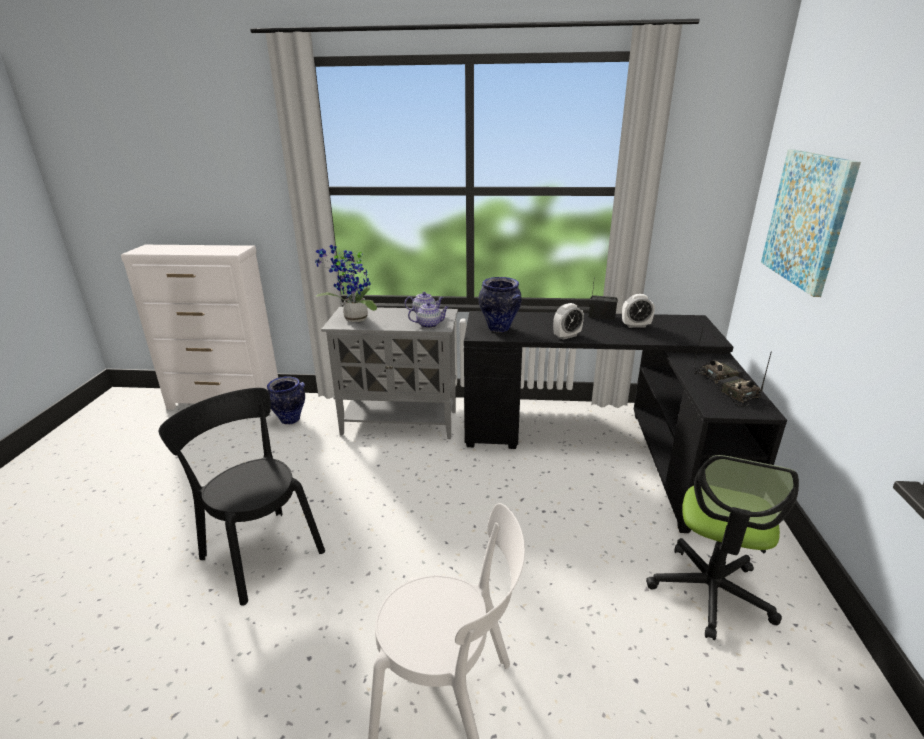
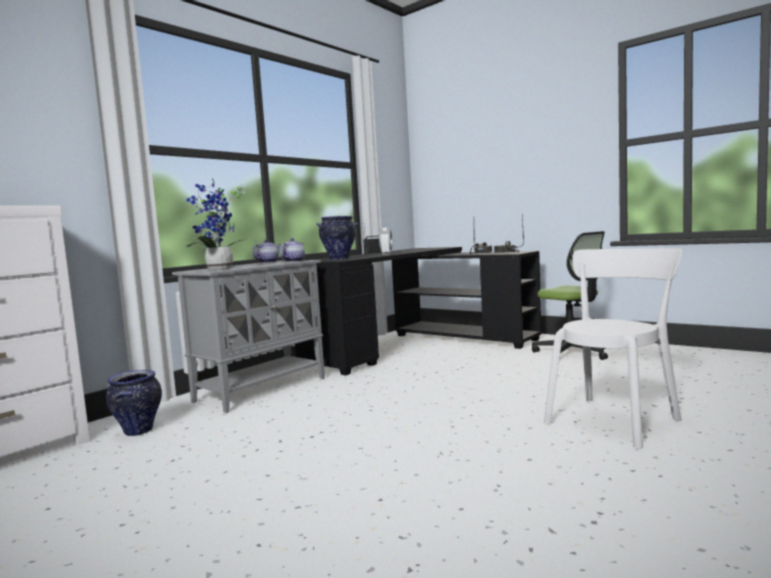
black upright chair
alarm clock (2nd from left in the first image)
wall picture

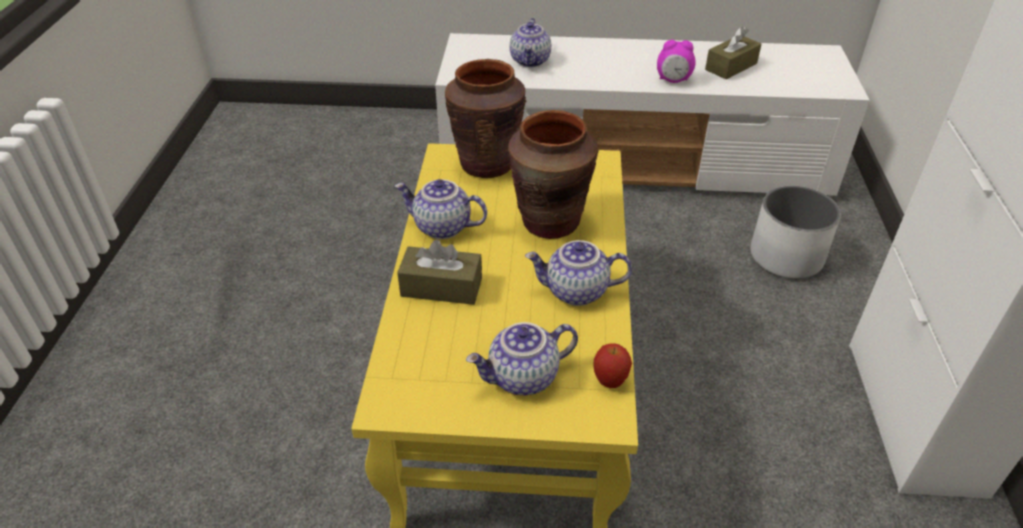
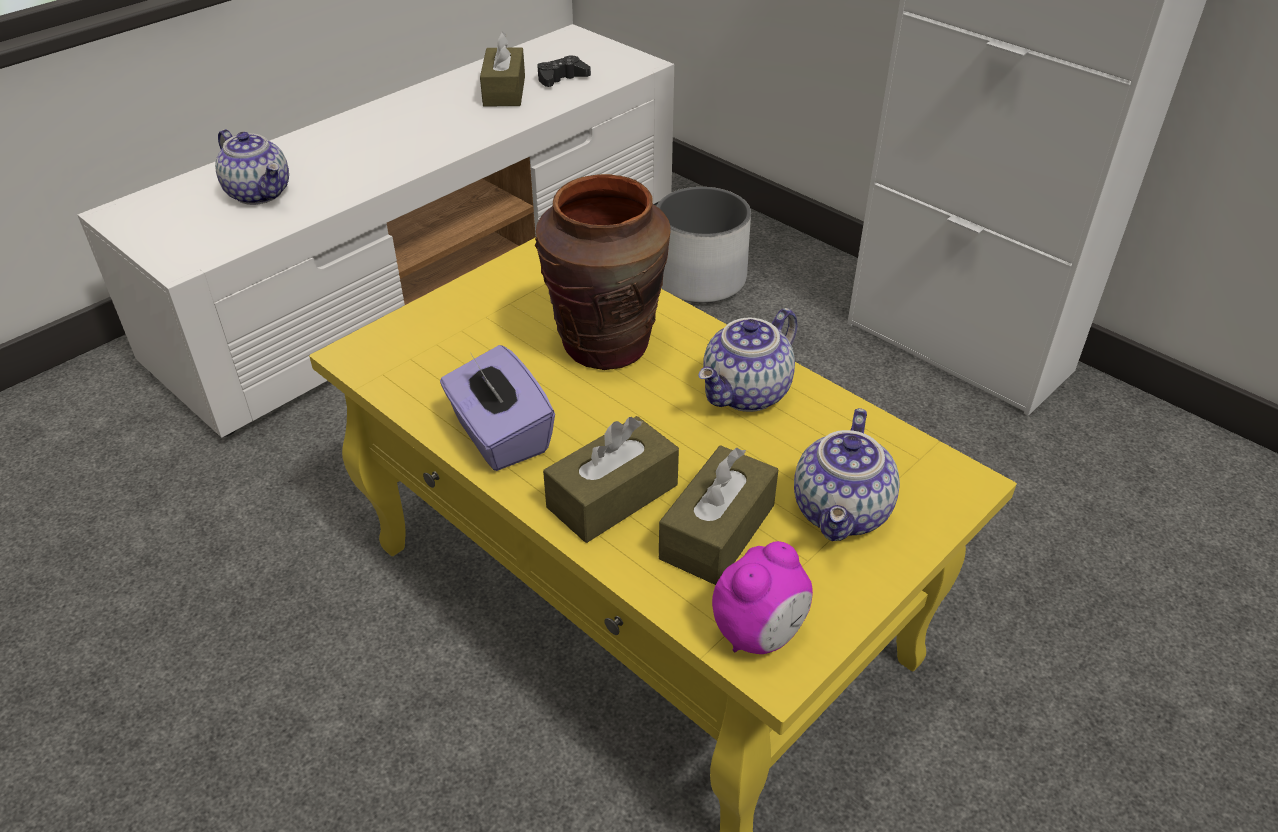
purple tissue holder
brownish decorative vase (1st from left in the first image)
apple
alarm clock
black gamepad
brownish tissue holder (3rd from left)

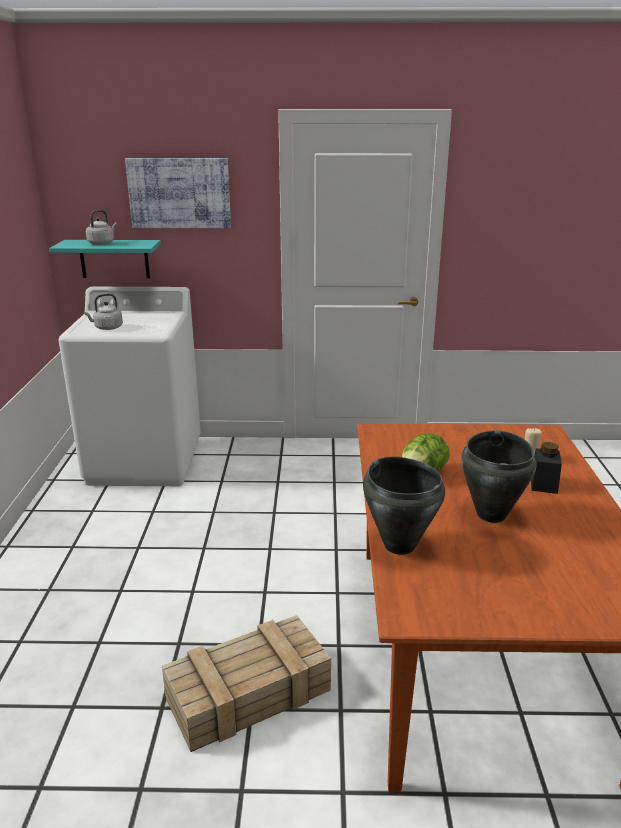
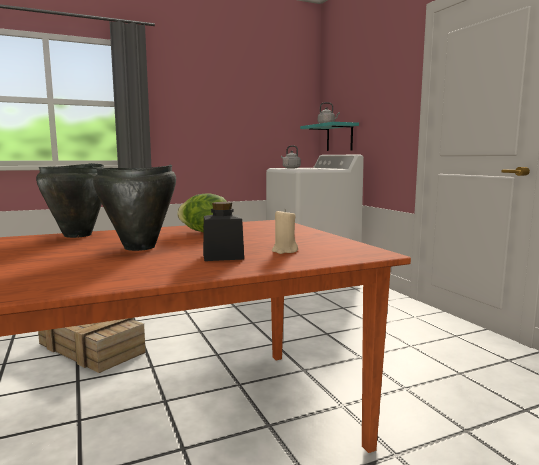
wall picture

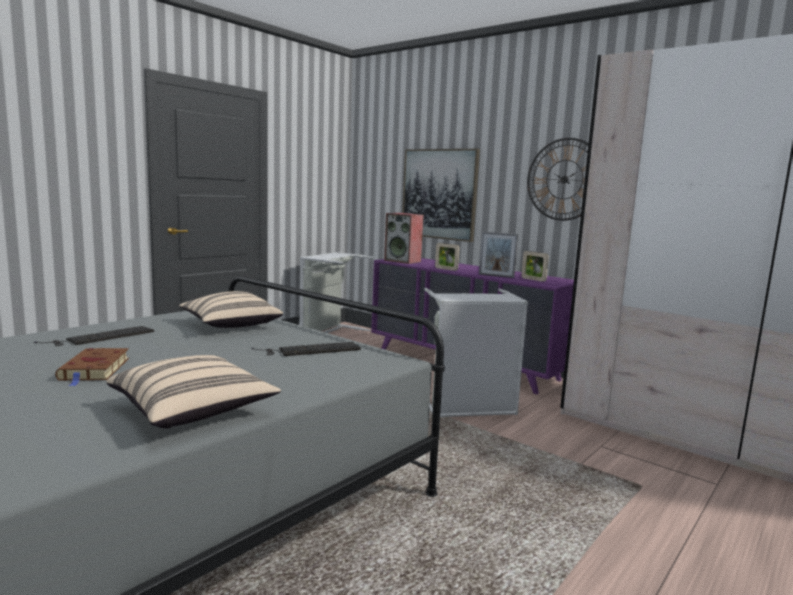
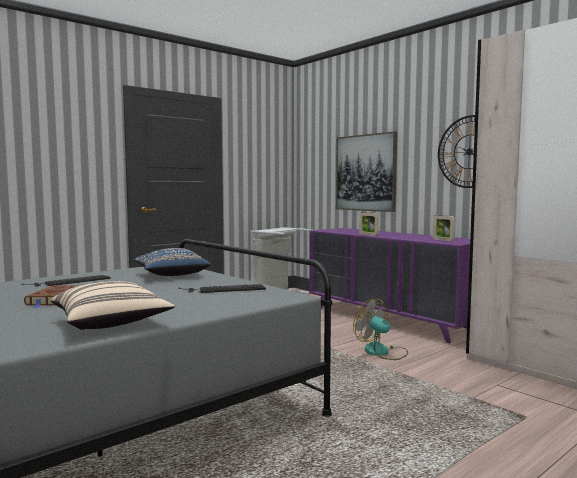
bluish cushion
loudspeaker
fan
photo frame (2nd from left in the first image)

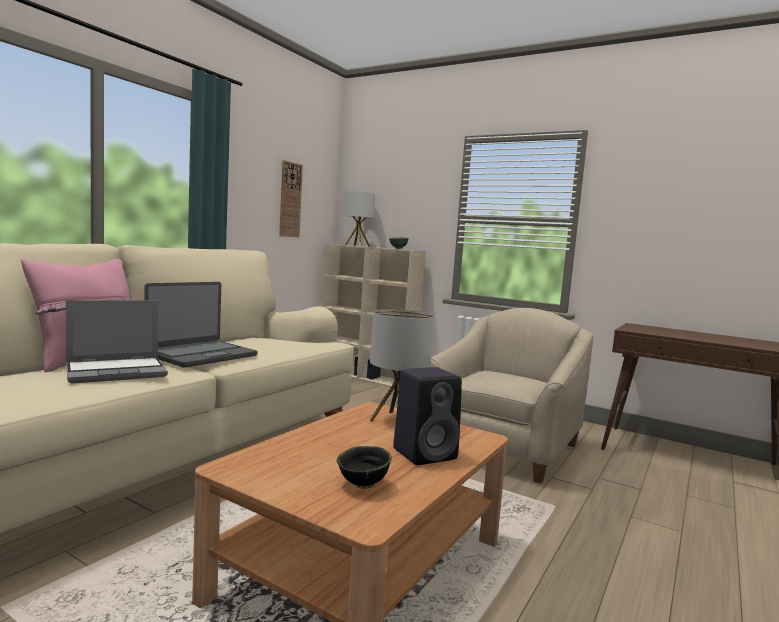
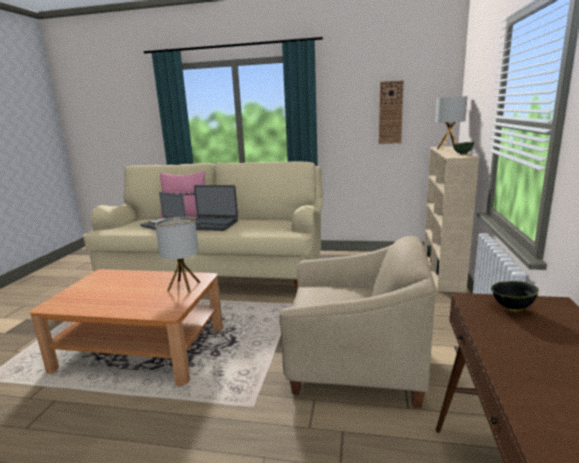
black bowl
black loudspeaker

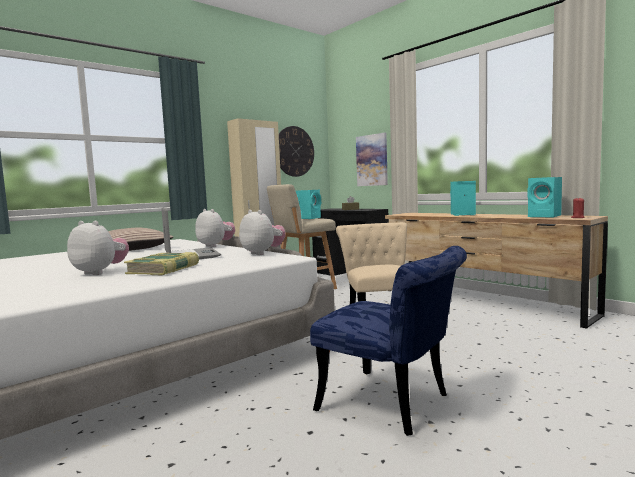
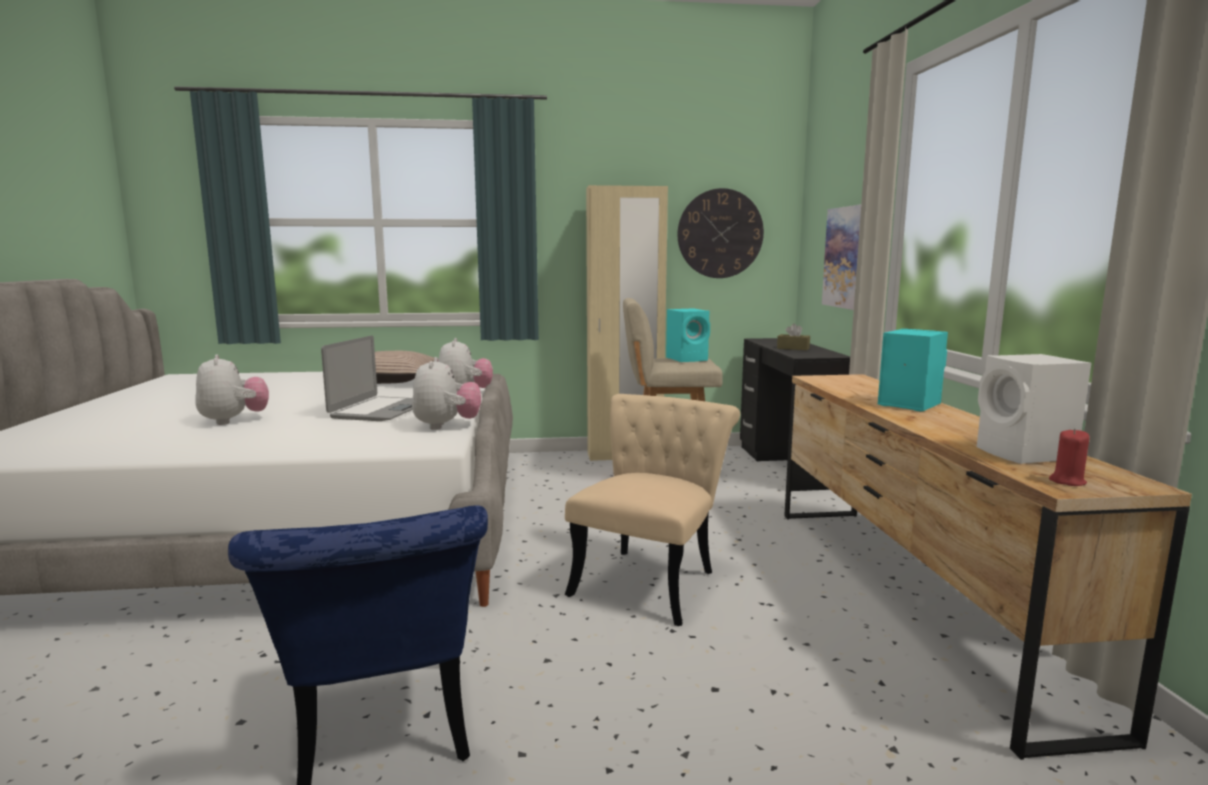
bound book
white loudspeaker

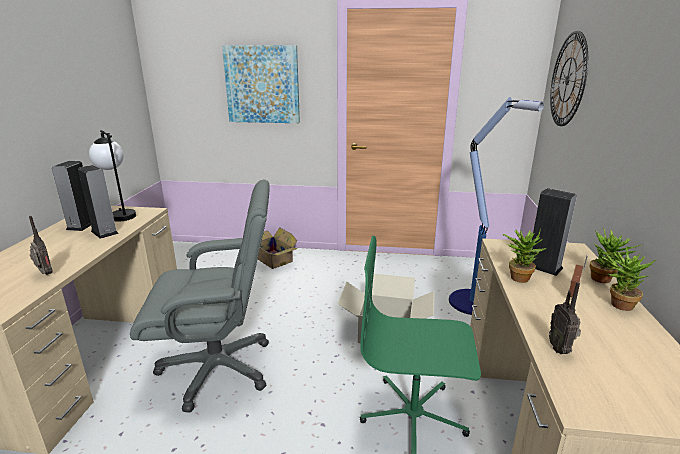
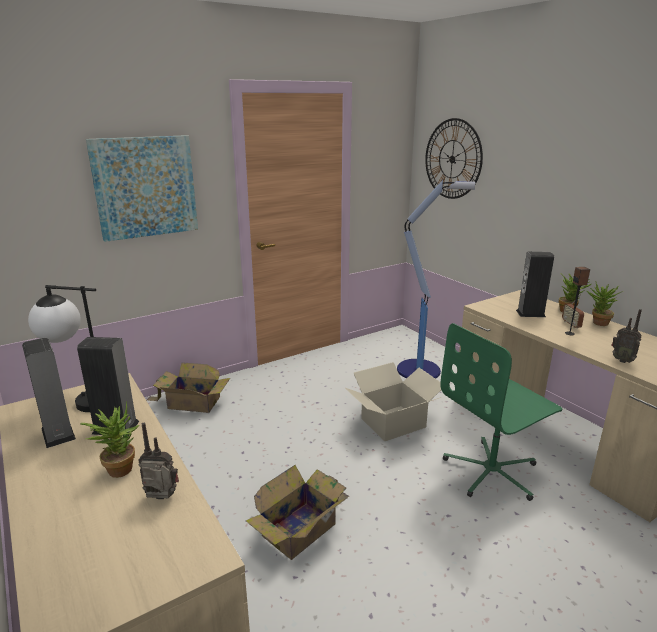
packing box (2nd from left)
houseplant (1st from left)
loudspeaker (4th from left)

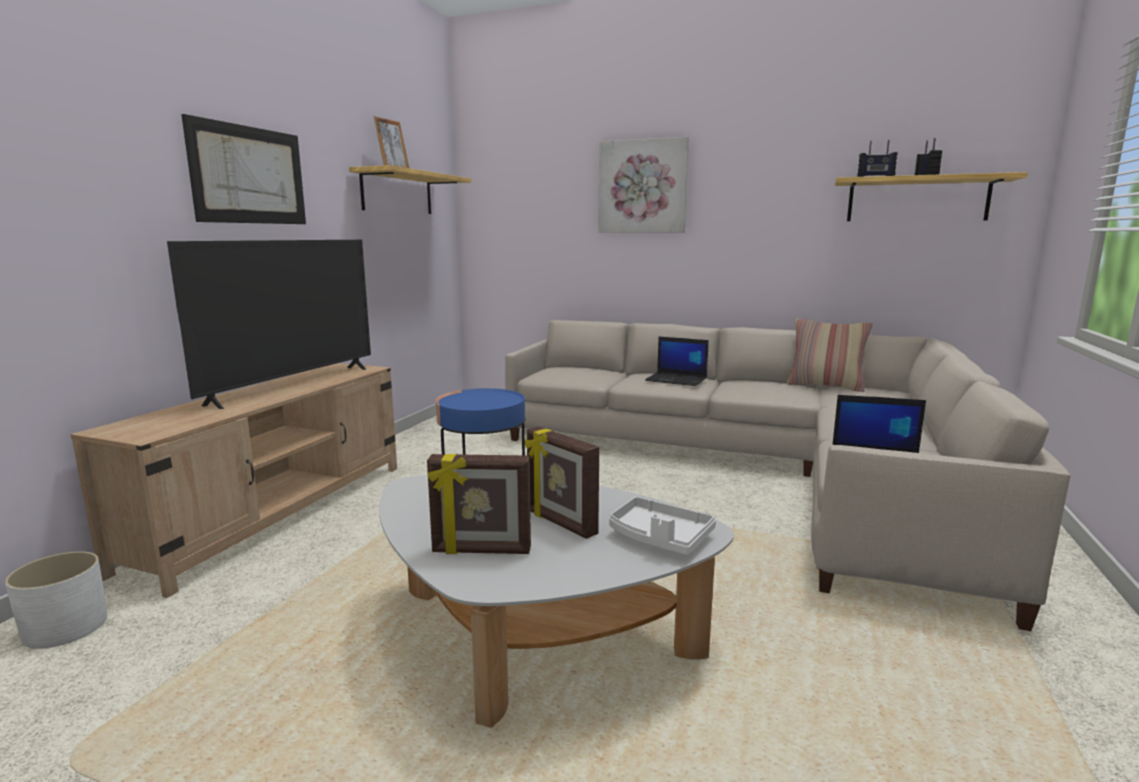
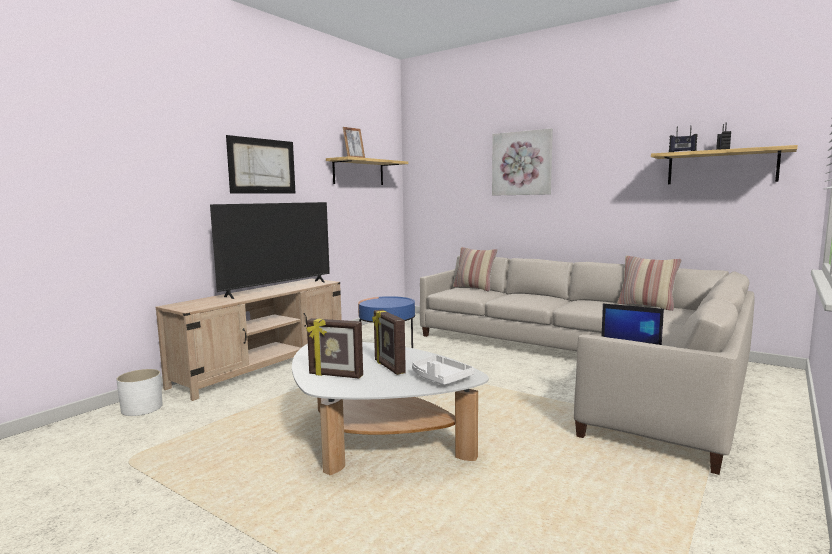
notebook computer (1st from left in the first image)
cushion (1st from left)

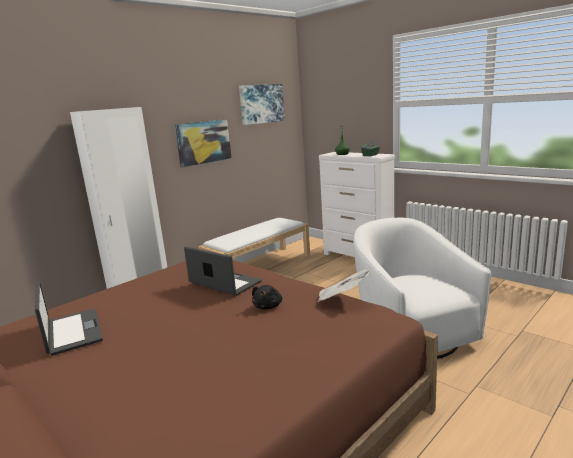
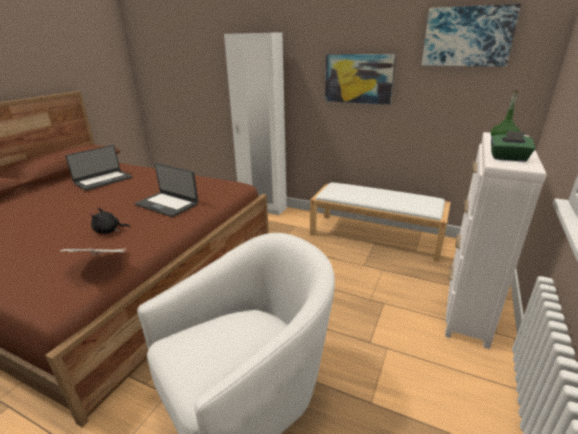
notebook computer (2nd from left)

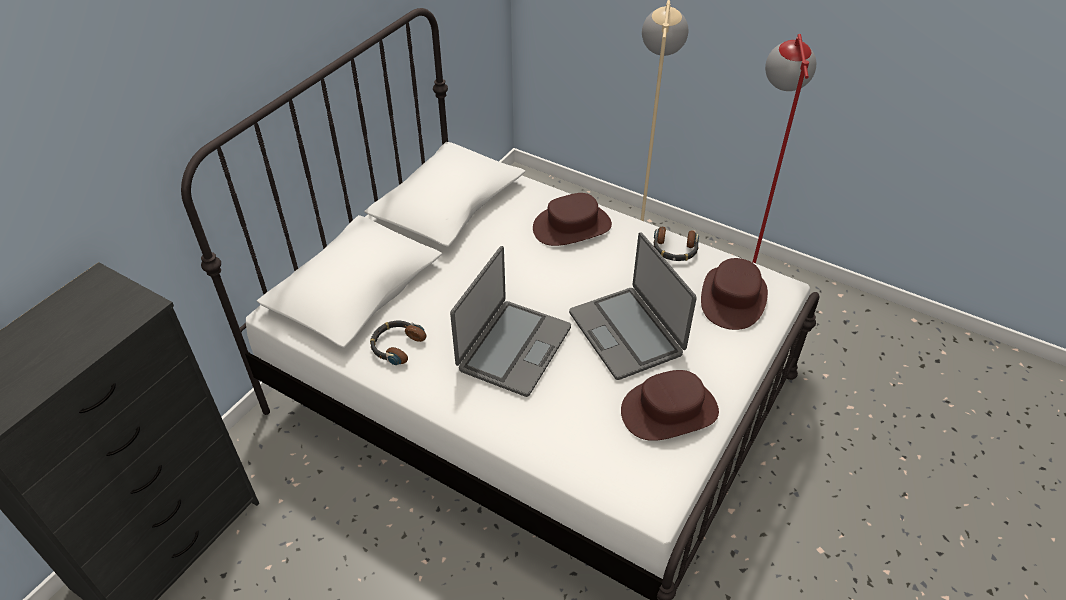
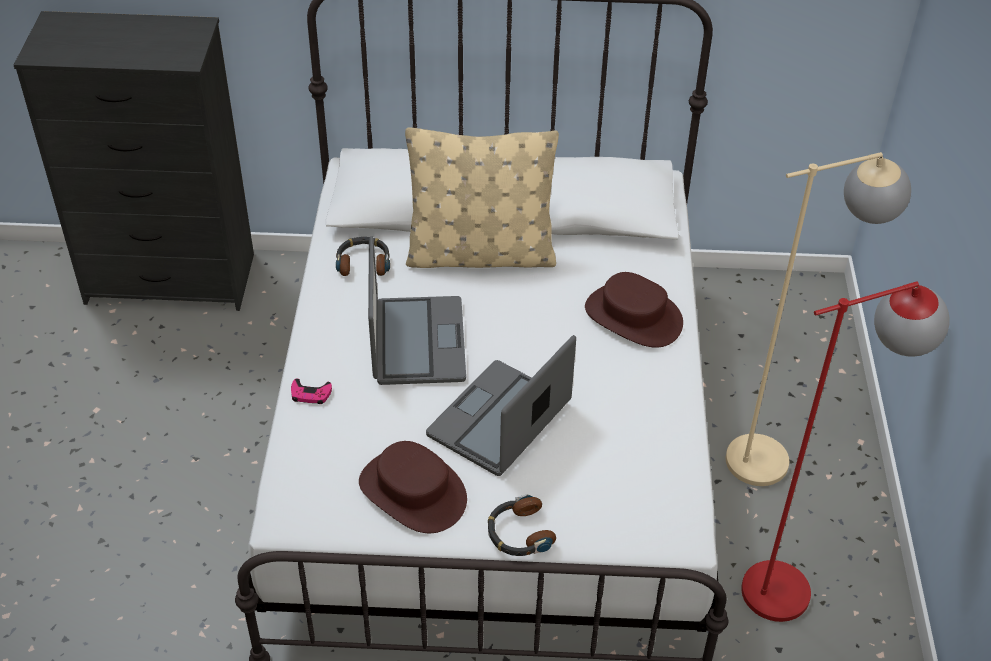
notebook computer (1st from left)
headset (2nd from left)
brownish wearable hat (3rd from left in the first image)
pink gamepad
sand-coloured cushion

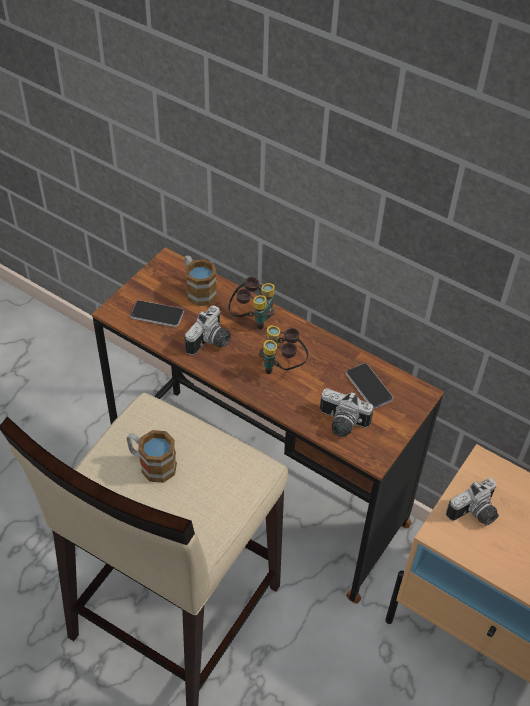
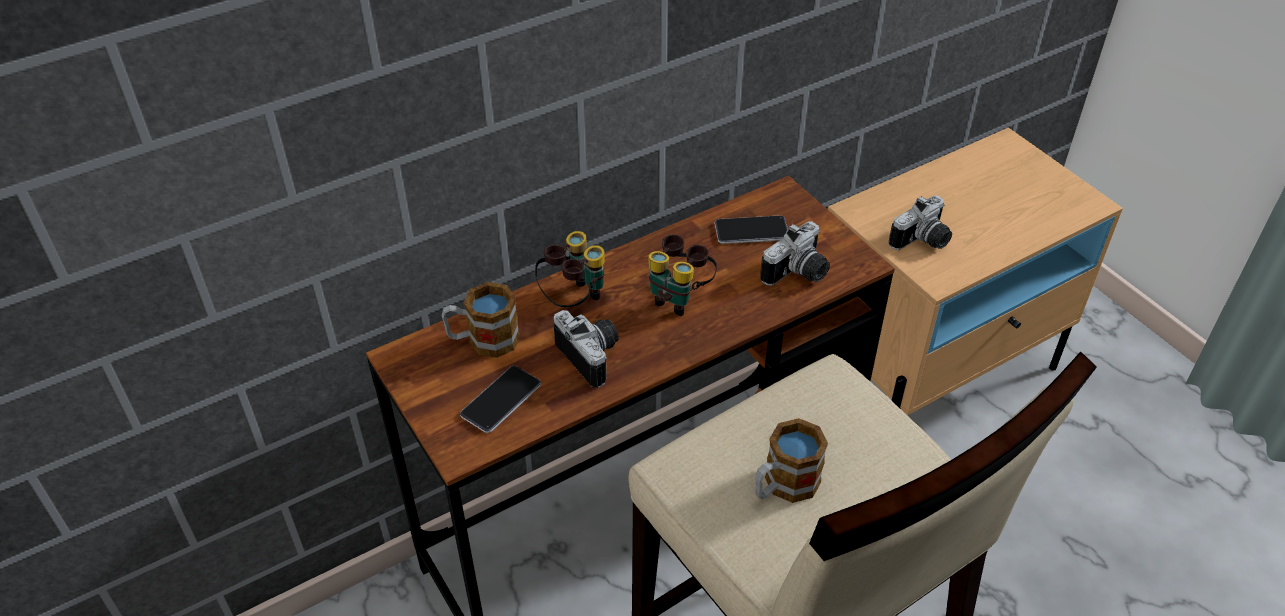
still camera (3rd from left)

